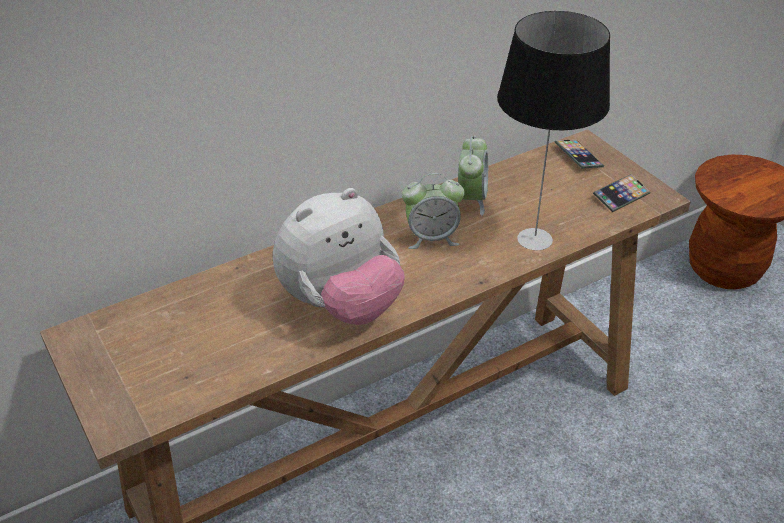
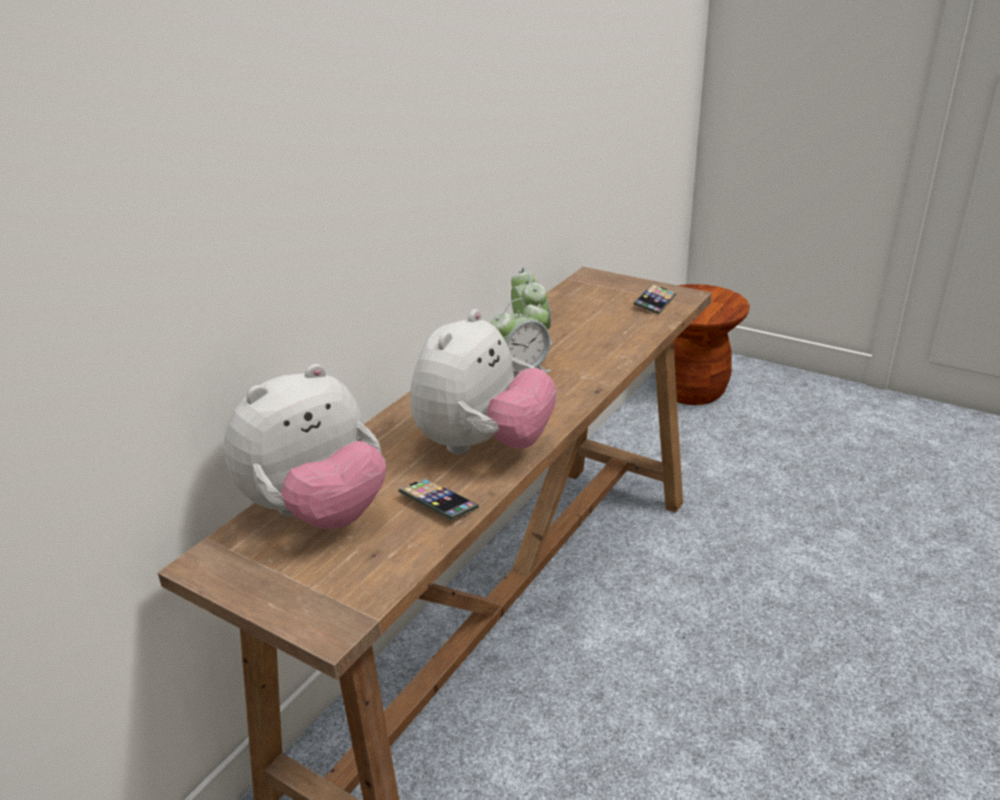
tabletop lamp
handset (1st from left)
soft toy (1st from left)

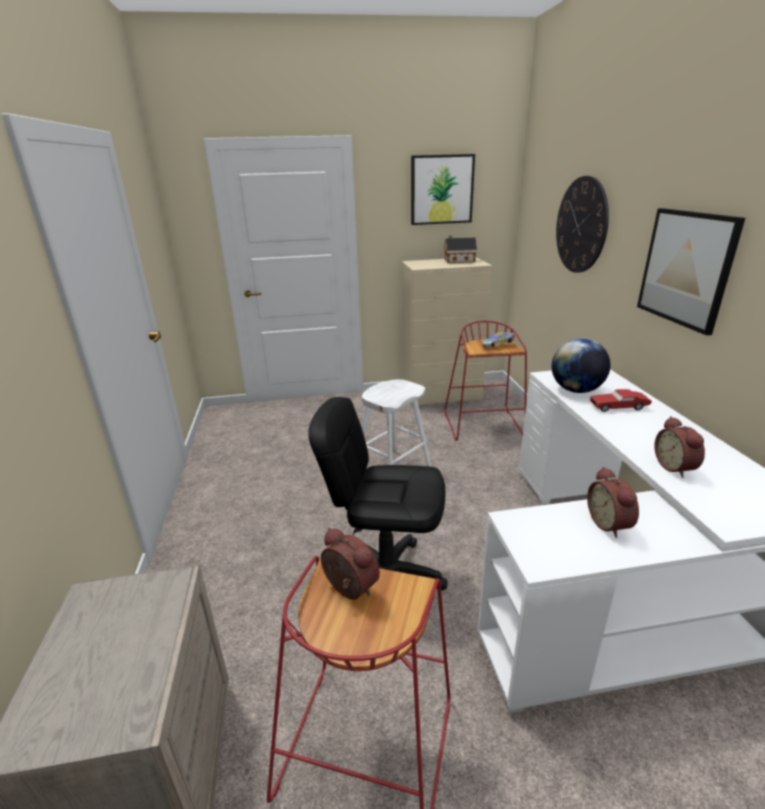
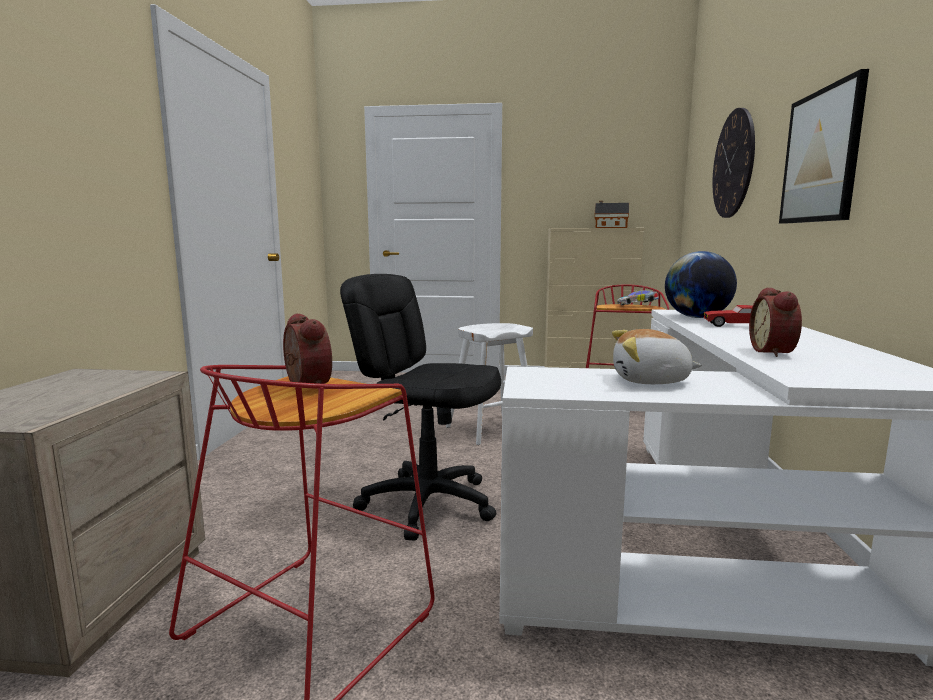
wall picture (1st from left in the first image)
soft toy

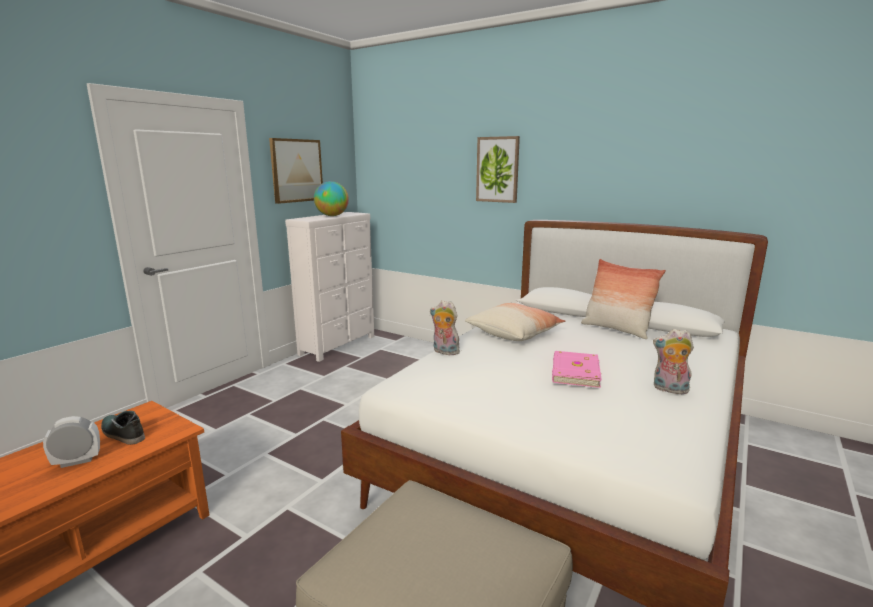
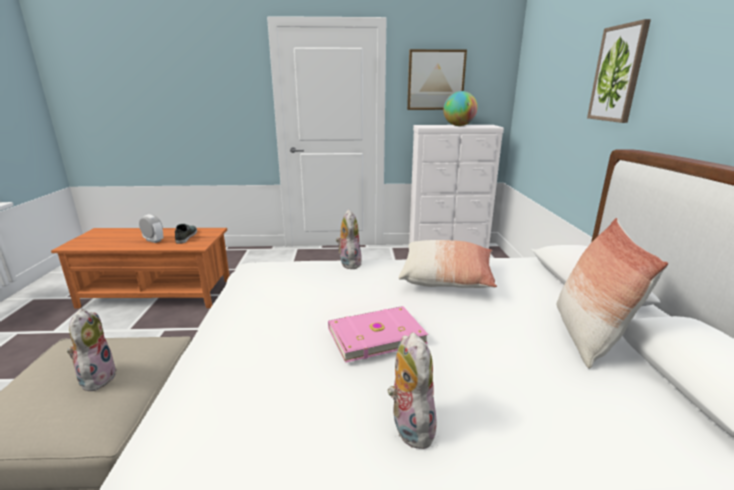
soft toy (1st from left)

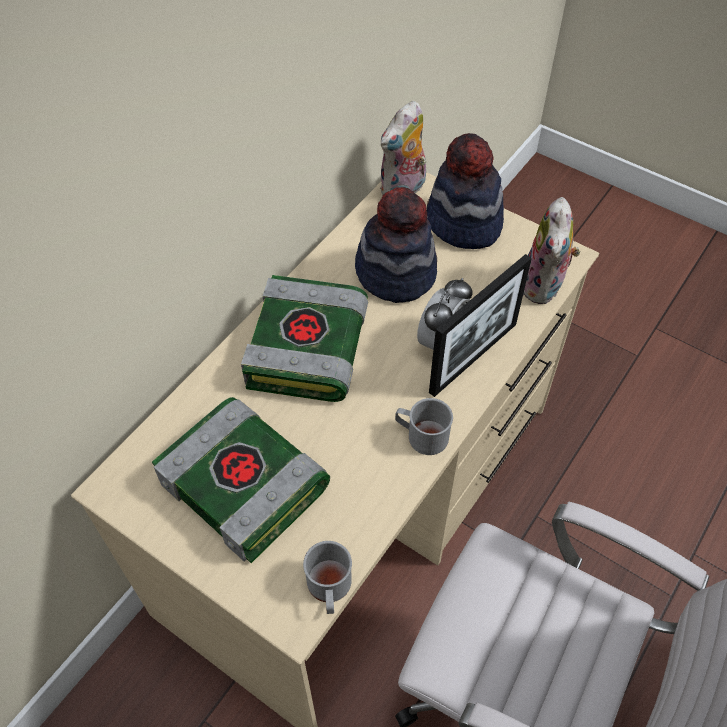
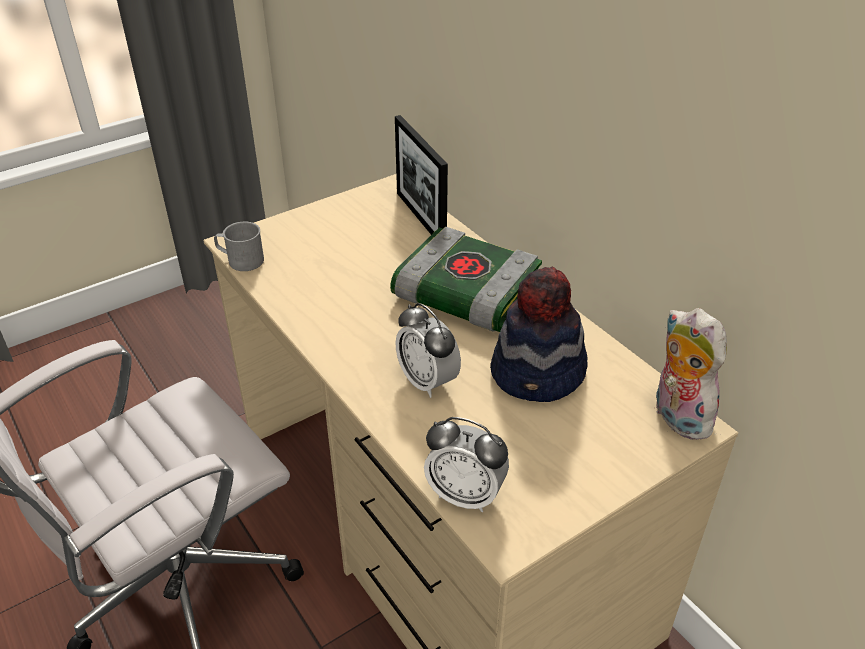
bound book (1st from left in the first image)
grey tea mug (2nd from left in the first image)
wearable hat (2nd from left in the first image)
photo frame
alarm clock (2nd from left)

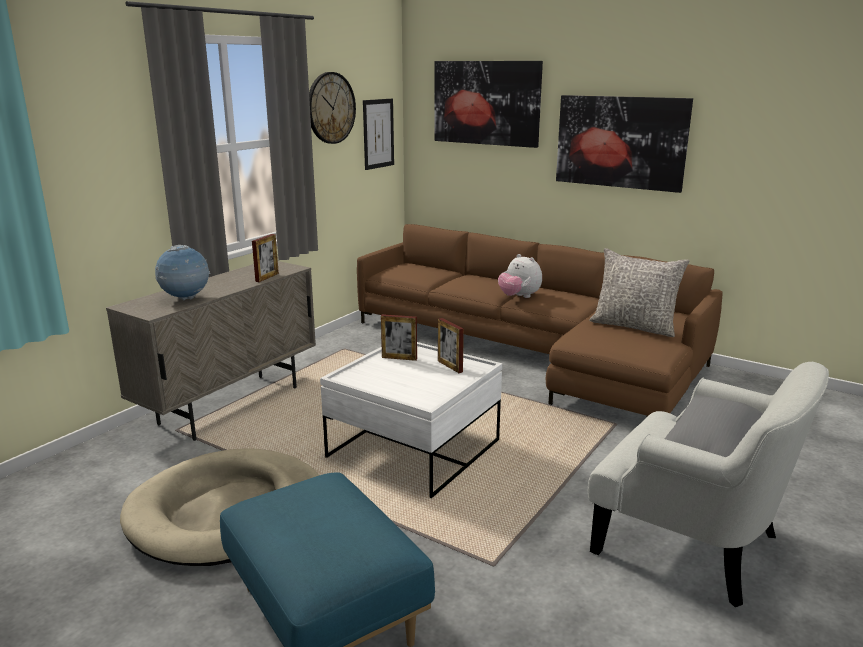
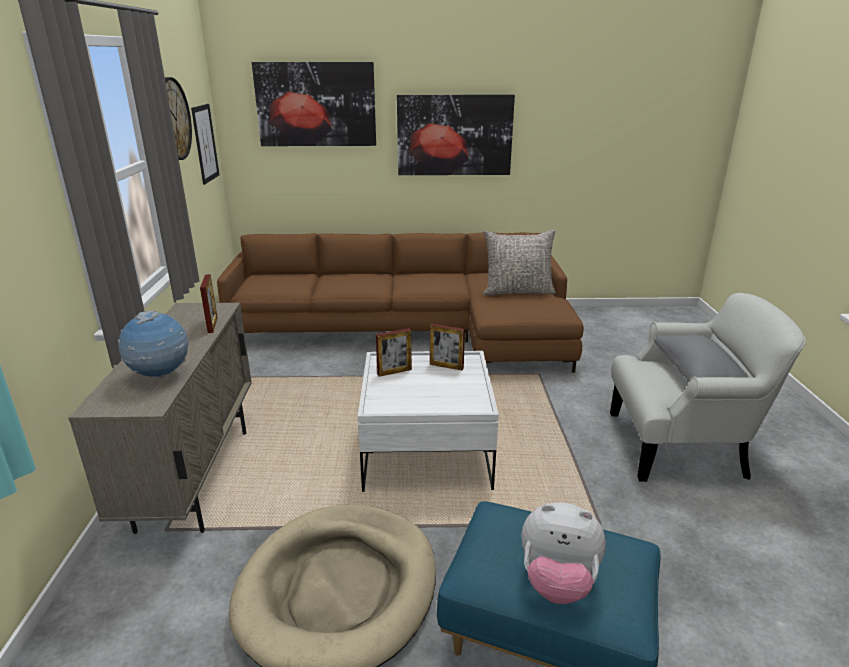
soft toy

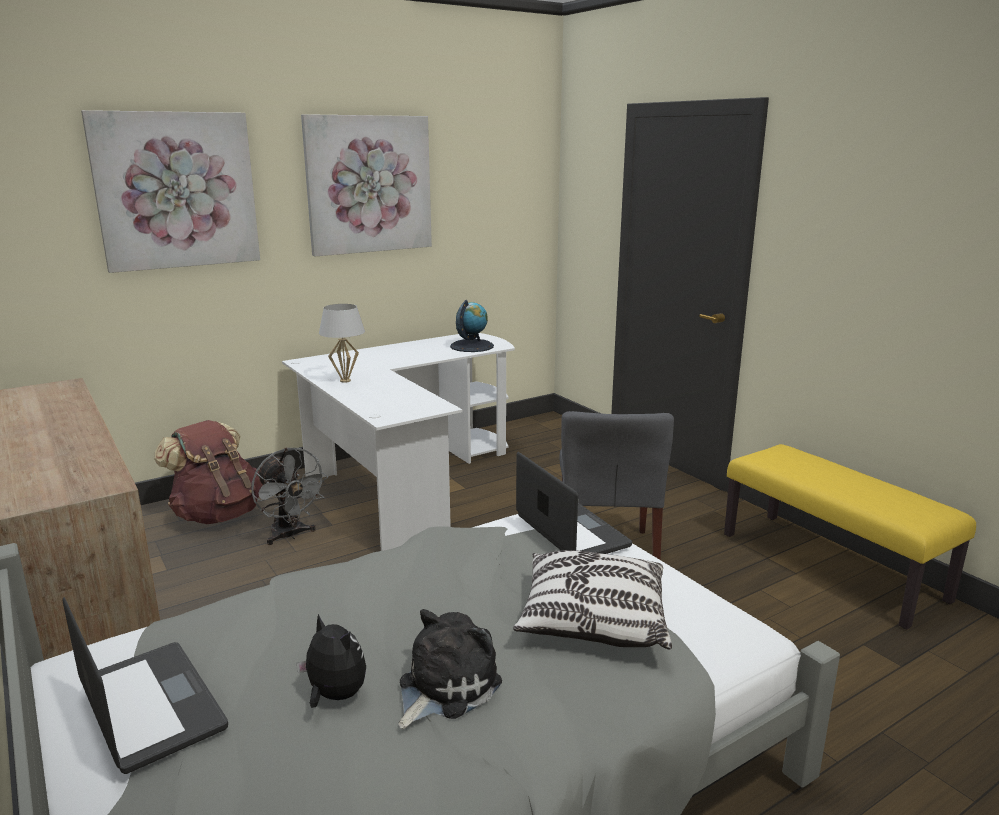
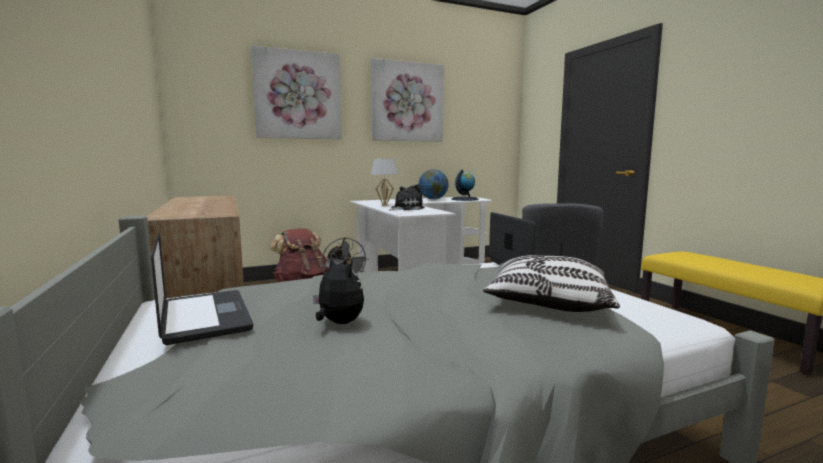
soft toy (2nd from left)
globe (1st from left)

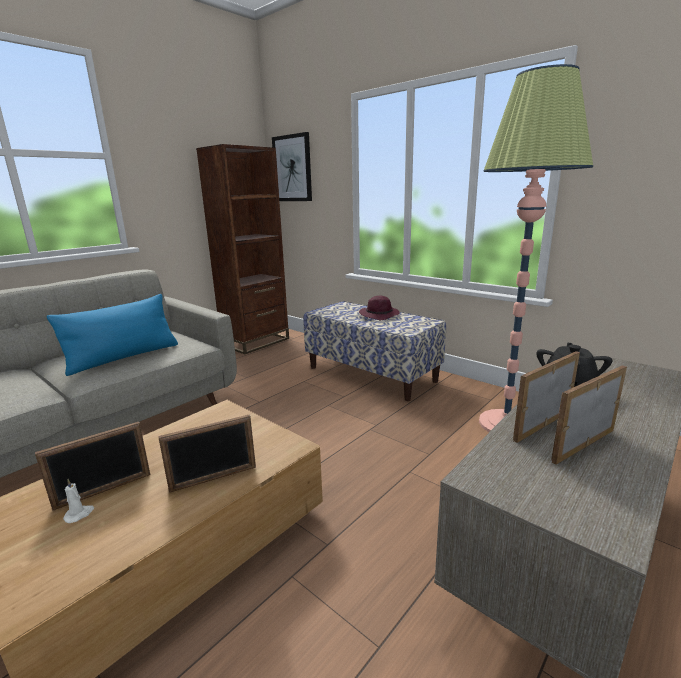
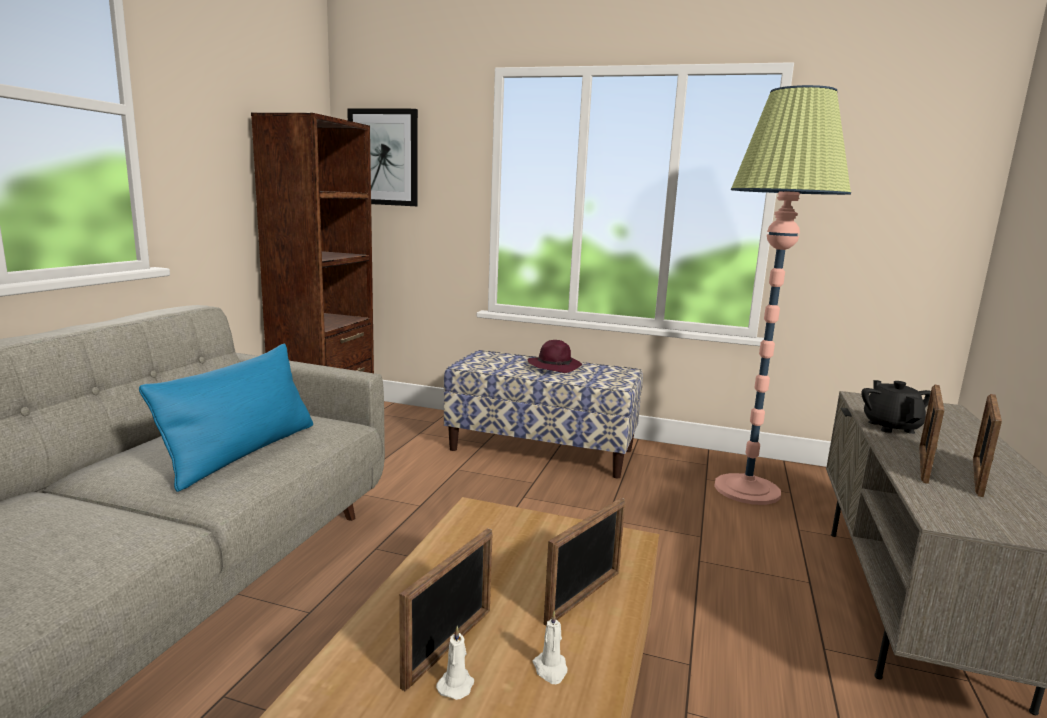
white wax light (2nd from left)

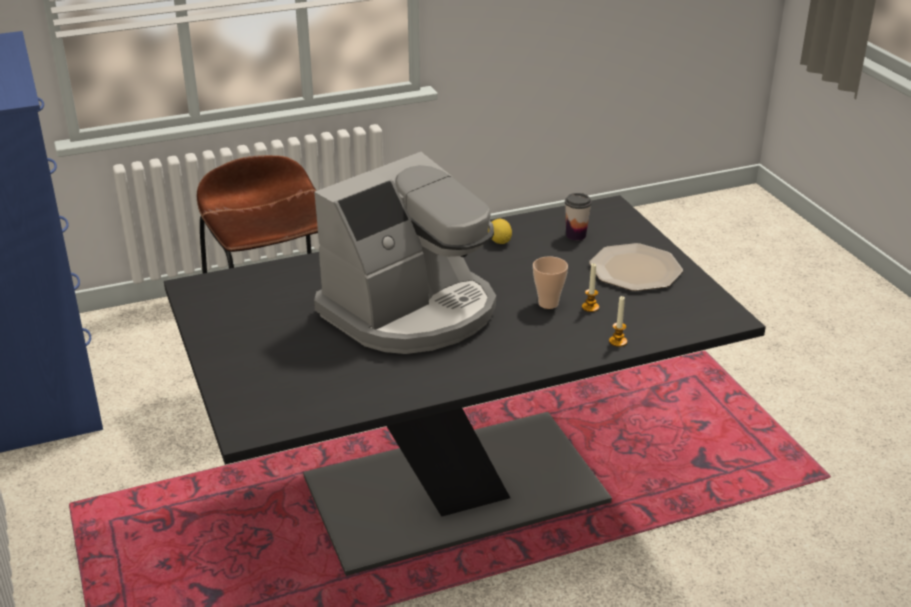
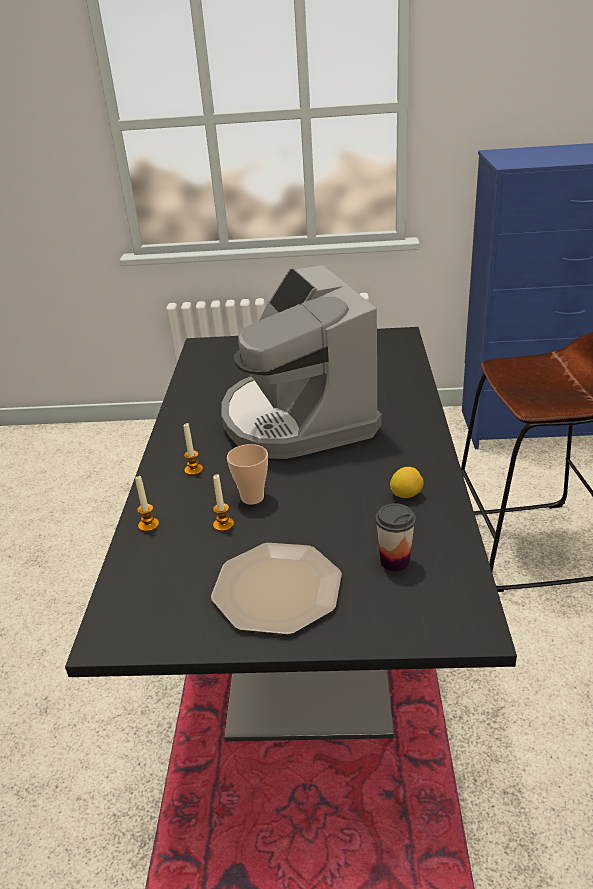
wax light (2nd from left)

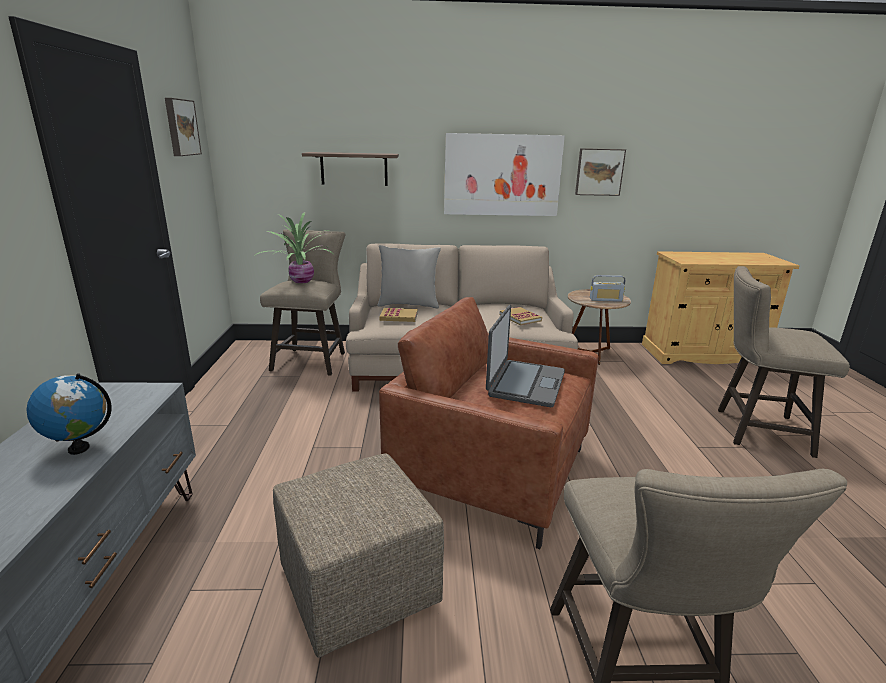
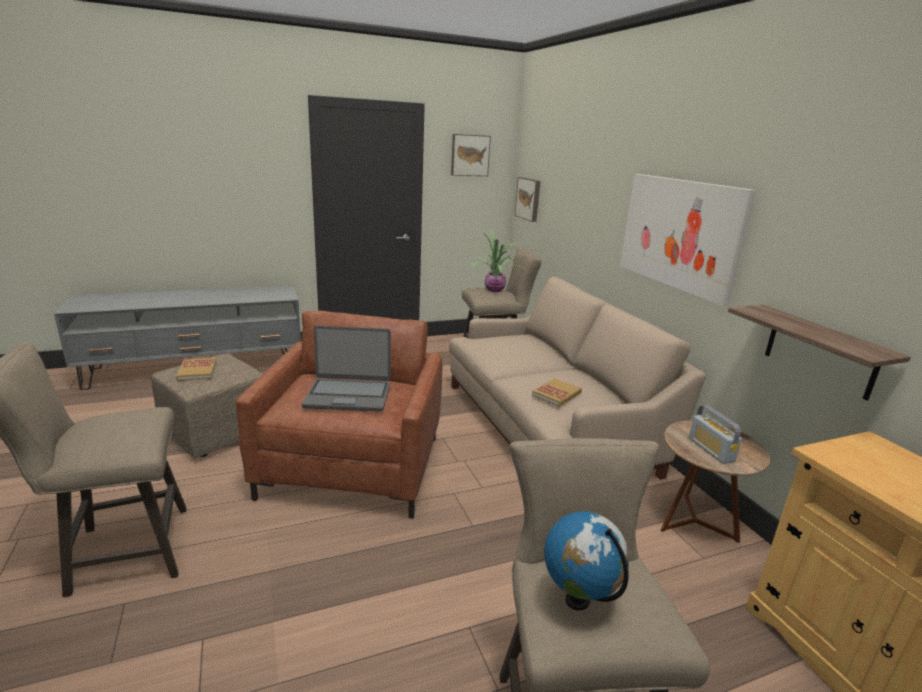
globe
wall shelf
grey cushion
bound book (1st from left)
wall picture (2nd from left)

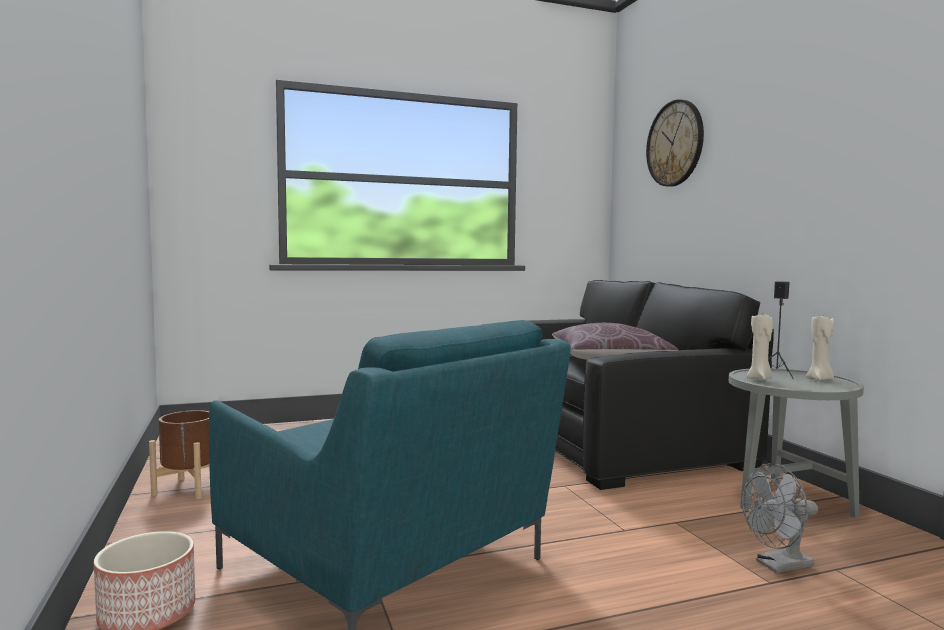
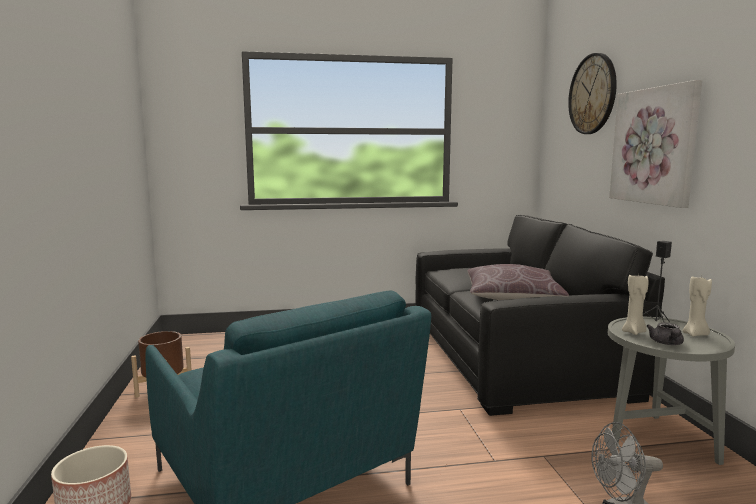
wall picture
grey tea pot

